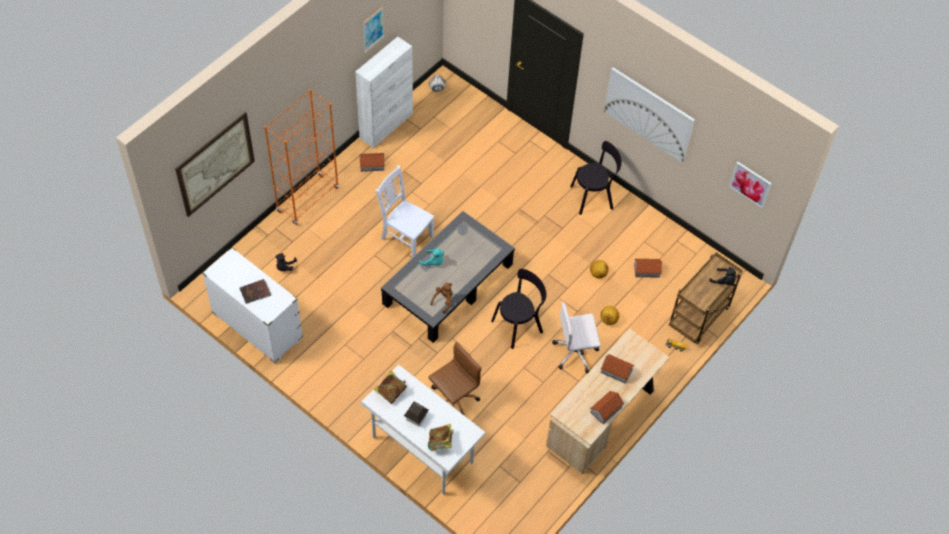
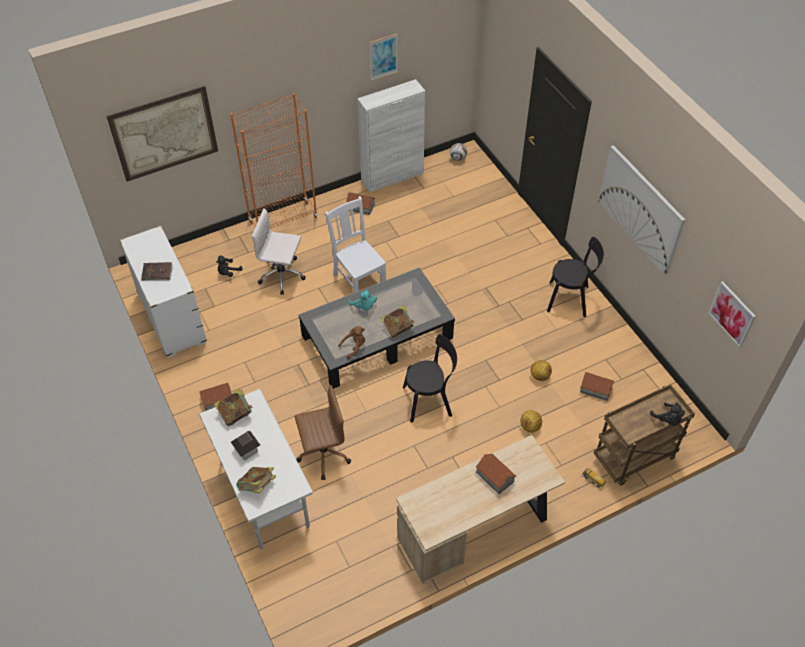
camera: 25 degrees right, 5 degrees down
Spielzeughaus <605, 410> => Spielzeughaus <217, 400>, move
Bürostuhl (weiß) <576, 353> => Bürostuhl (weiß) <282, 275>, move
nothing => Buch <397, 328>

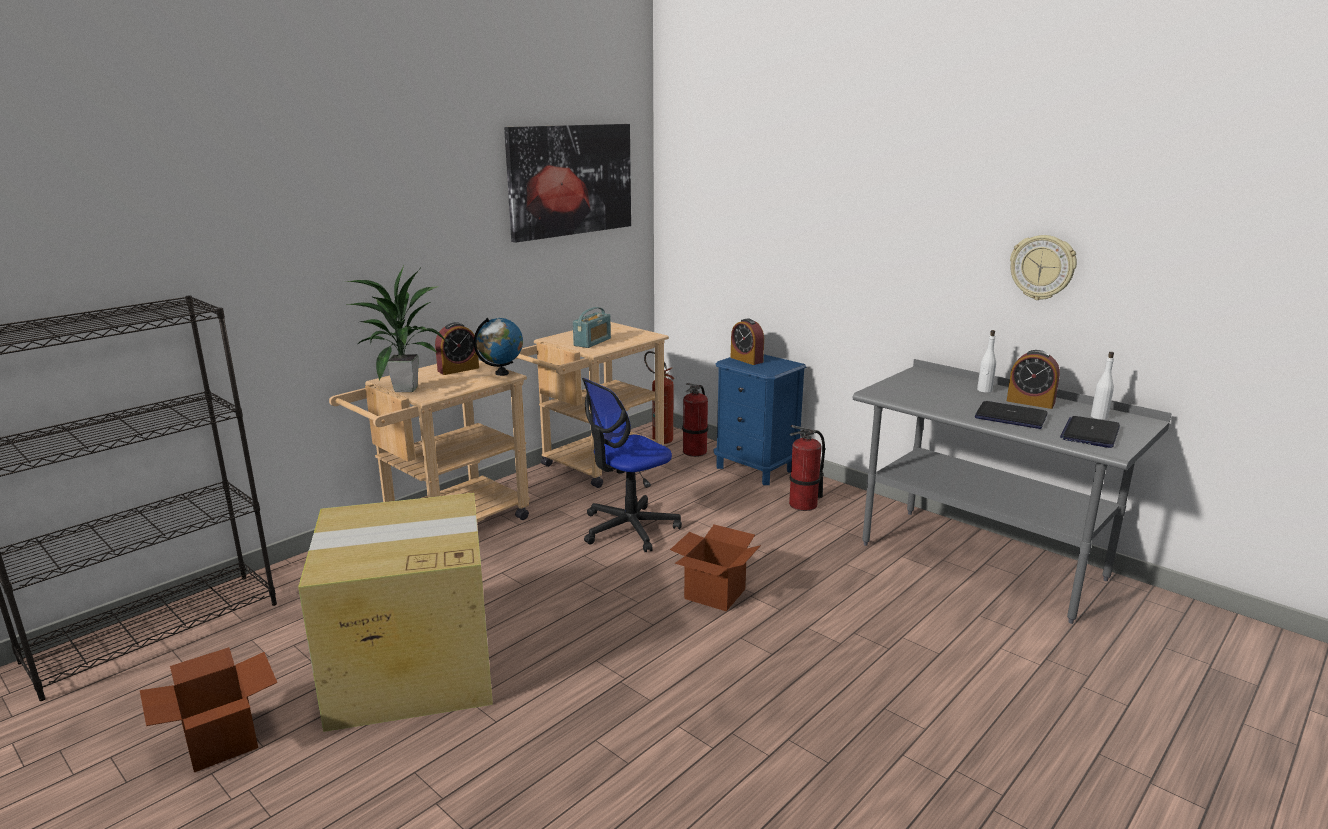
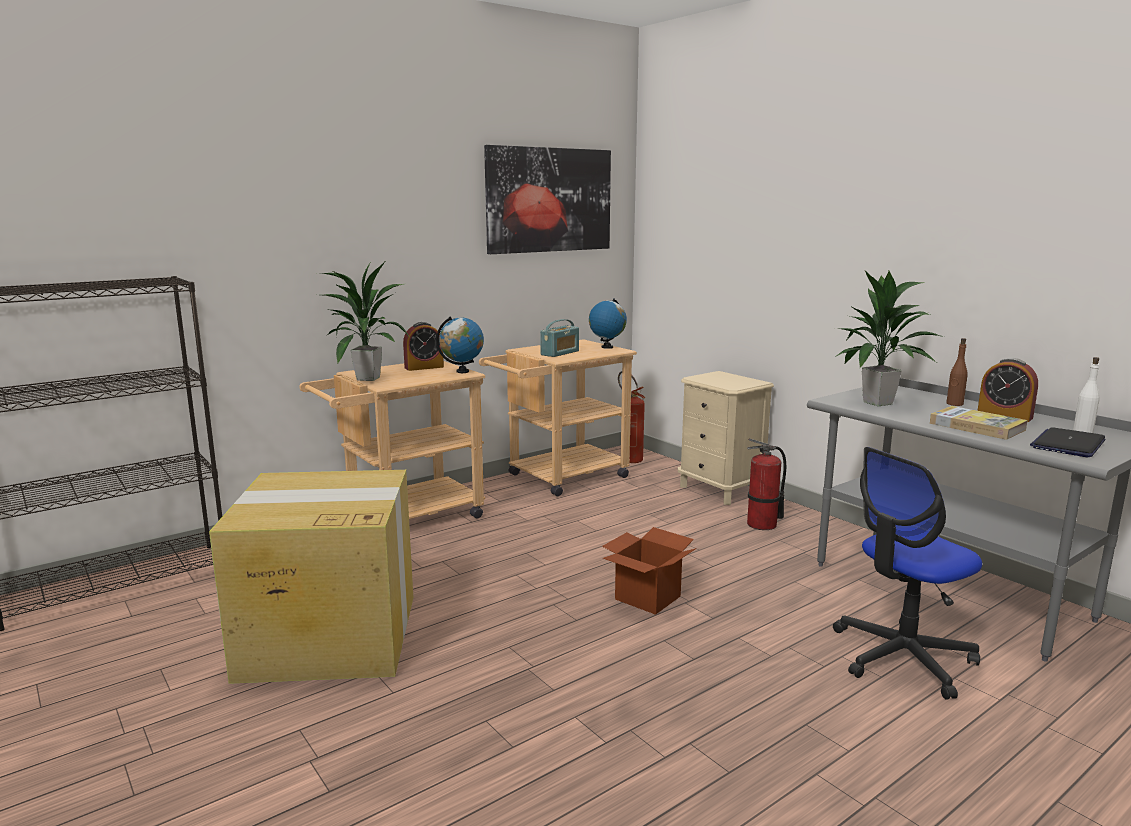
camera: 10 degrees right, 5 degrees down
nothing => Globus <607, 347>
Nachttisch (blau) <755, 469> => Nachttisch (beige) <719, 490>
Bürostuhl <629, 528> => Bürostuhl <902, 657>, move
nothing => Topfpflanze <879, 403>
Laptop <1010, 417> => Buch <977, 426>
Flasche (weiß) <984, 390> => Flasche (braun) <954, 404>
Karton <221, 742> => nothing
Feuerlöscher <695, 452> => nothing
Wecker <746, 360> => nothing
Wanduhr <1042, 267> => nothing

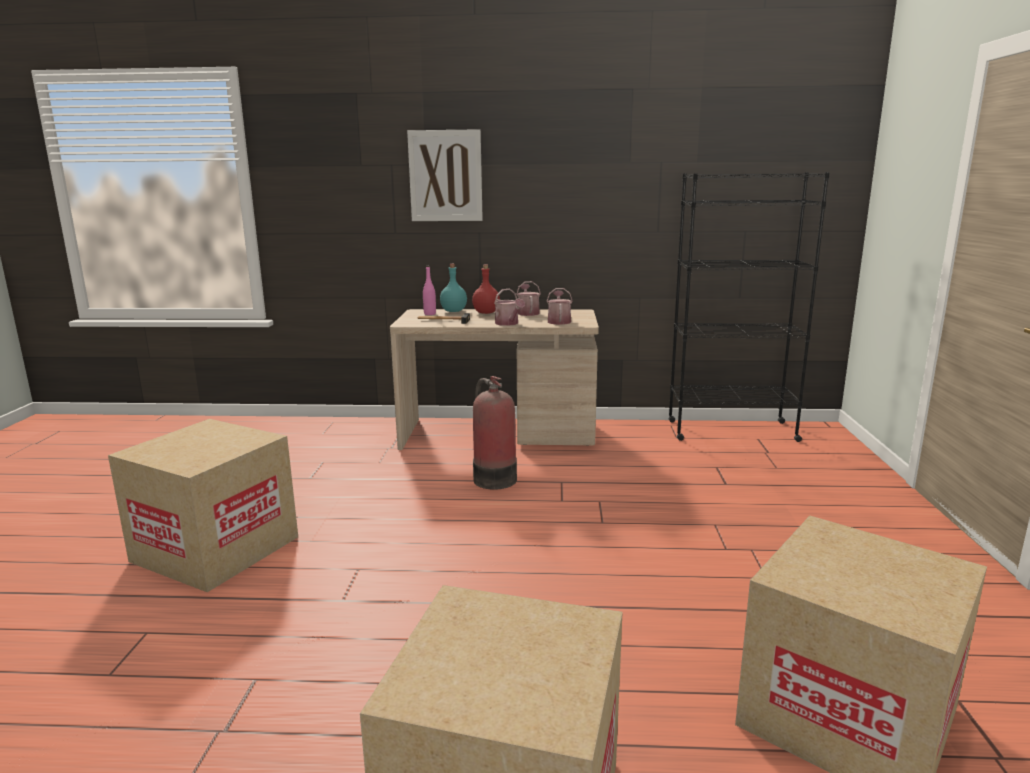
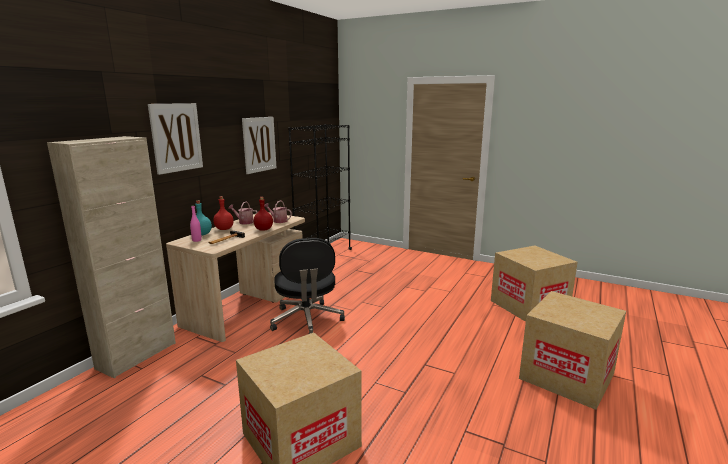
camera: 65 degrees left, 0 degrees up
nothing => Schrank (beige) <137, 355>
nothing => Bild <259, 144>
Gießkanne <508, 323> => Flasche (rot) <264, 229>
Feuerlöscher <493, 478> => Bürostuhl (schwarz) <307, 320>

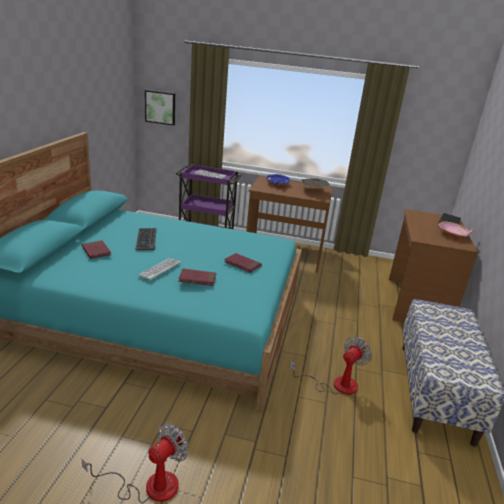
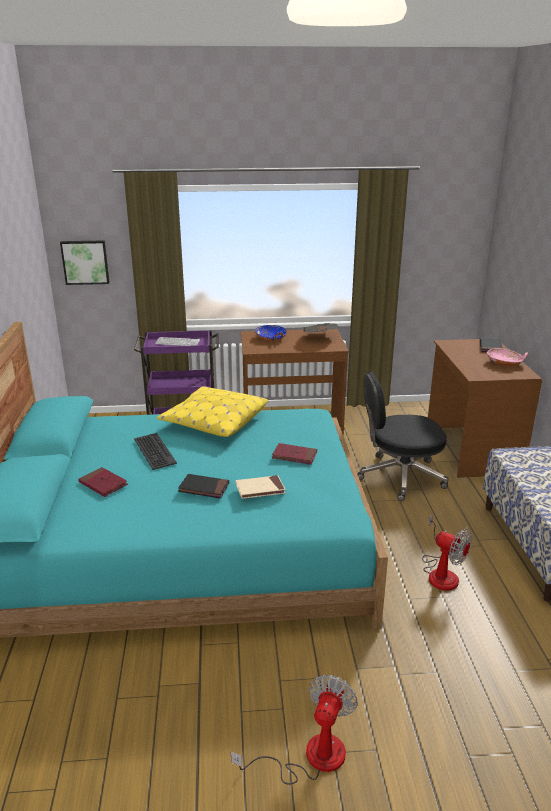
camera: 15 degrees left, 0 degrees up
nothing => Kissen (gelb) <214, 422>
Tastatur <159, 269> => Buch (schwarz) <204, 488>
Buch (rot) <197, 279> => Buch (beige) <260, 489>
nothing => Bürostuhl (schwarz) <399, 476>
Ventilator <336, 384> => Ventilator <441, 572>, 105 degrees clockwise

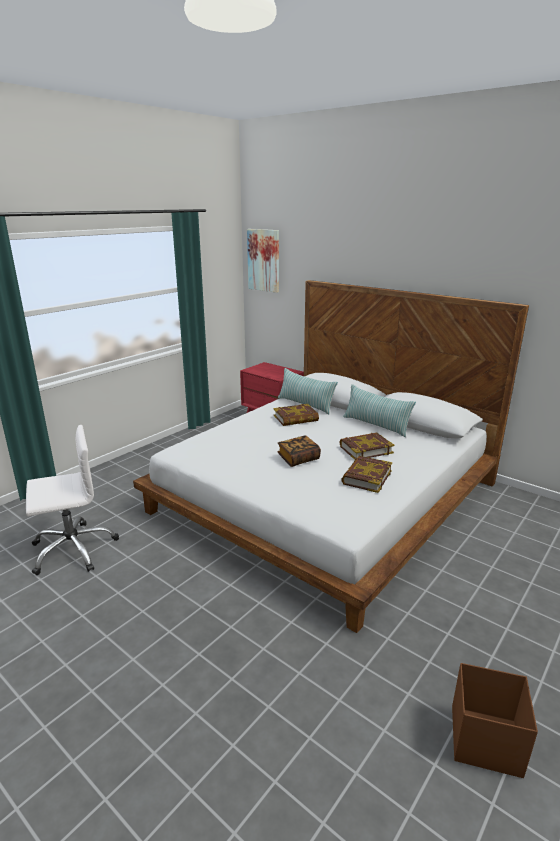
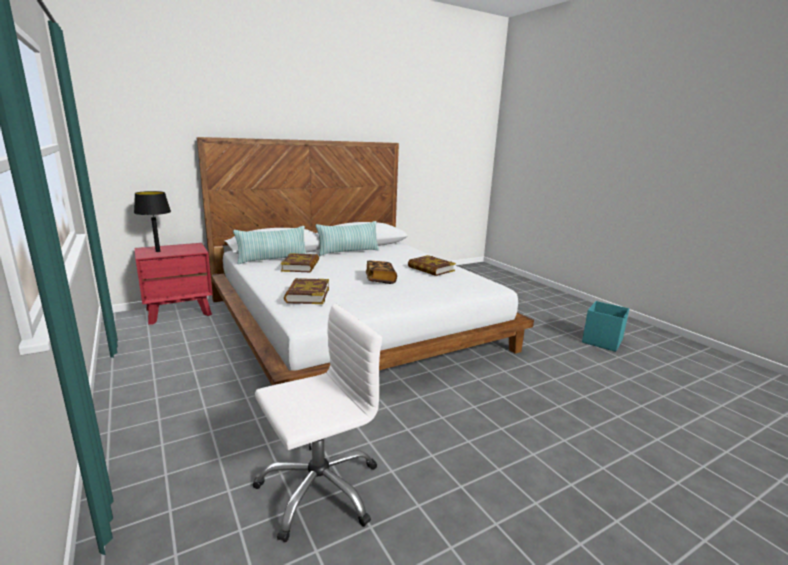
camera: 70 degrees left, 5 degrees down
nothing => Tischlampe (schwarz) <157, 251>
Bürostuhl (weiß) <73, 549> => Bürostuhl (weiß) <319, 489>, 60 degrees clockwise
Buch <365, 449> => Buch <307, 295>, move
Aufbewahrungsbox (braun) <484, 740> => Aufbewahrungsbox (türkis) <601, 341>
Bild <264, 260> => nothing

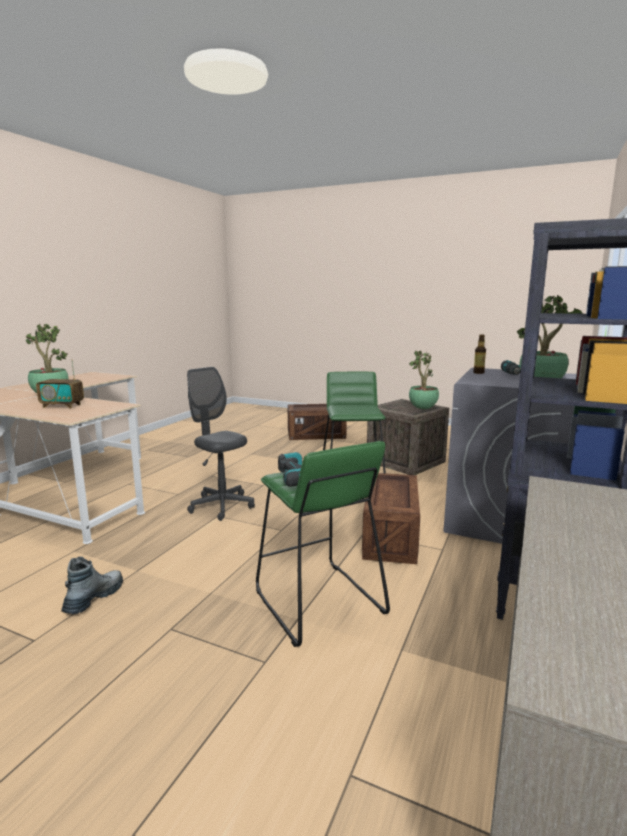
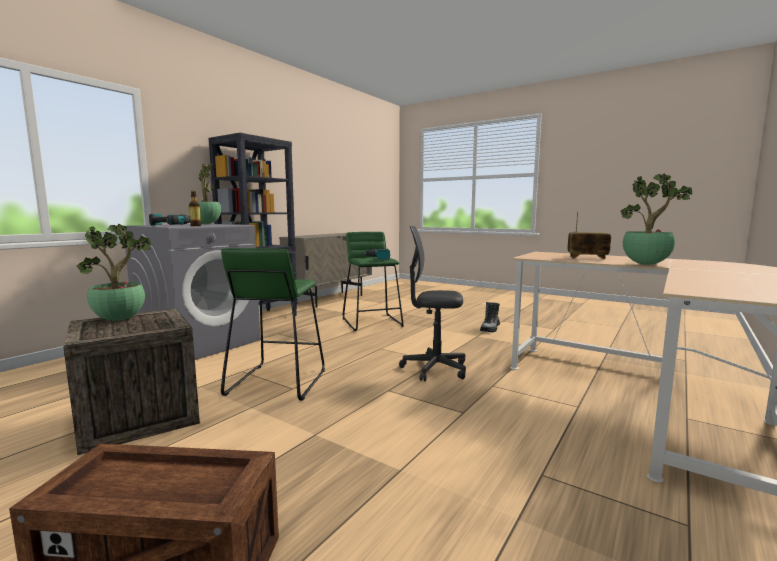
camera: 170 degrees left, 5 degrees down
Bürostuhl (grau) <221, 506> => Bürostuhl (grau) <434, 369>, 135 degrees clockwise
Kiste <390, 538> => nothing

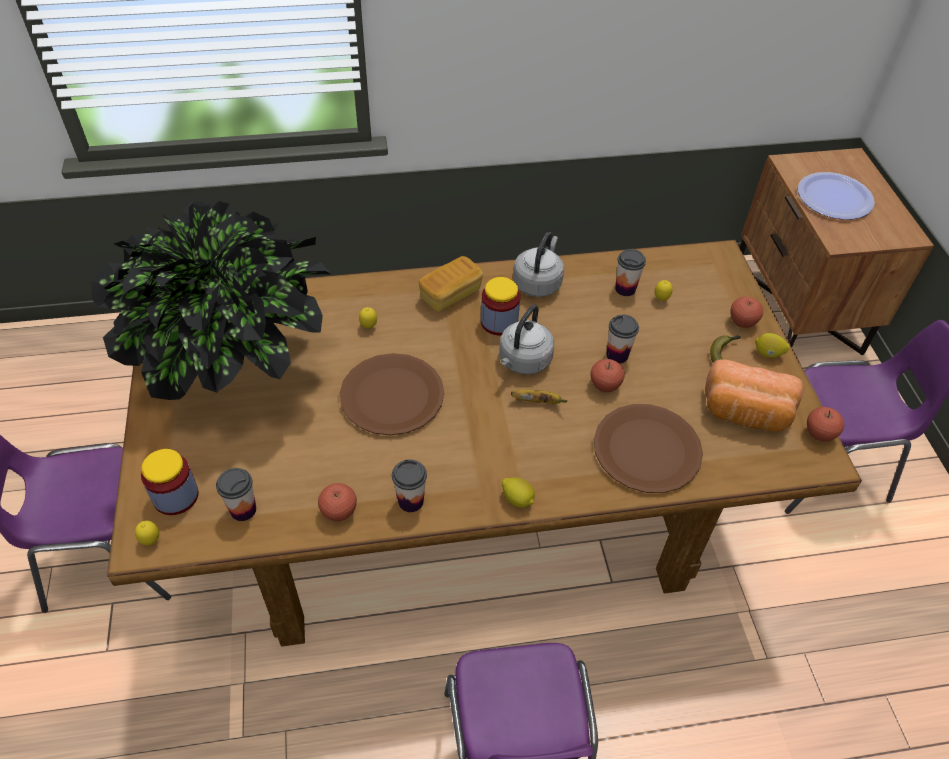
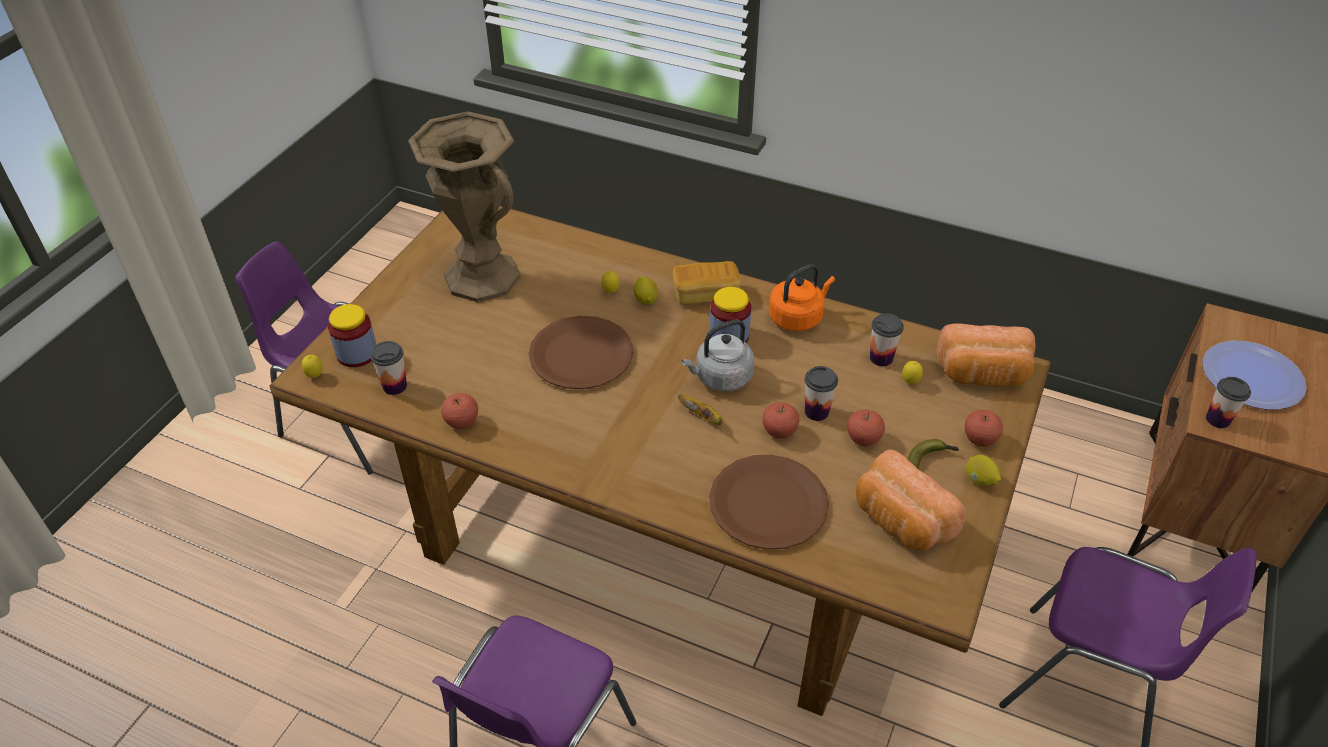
camera: 35 degrees right, 5 degrees down
Topfpflanze <237, 364> => Vase (braun) <482, 277>
Zitrone <518, 499> => Zitrone <646, 299>, move
Wasserkessel (grau) <538, 282> => Wasserkessel (orange) <797, 317>
Apfel <819, 434> => Apfel <863, 439>, move
nothing => Brot <982, 374>
Tasse <410, 501> => Tasse <1217, 419>, move

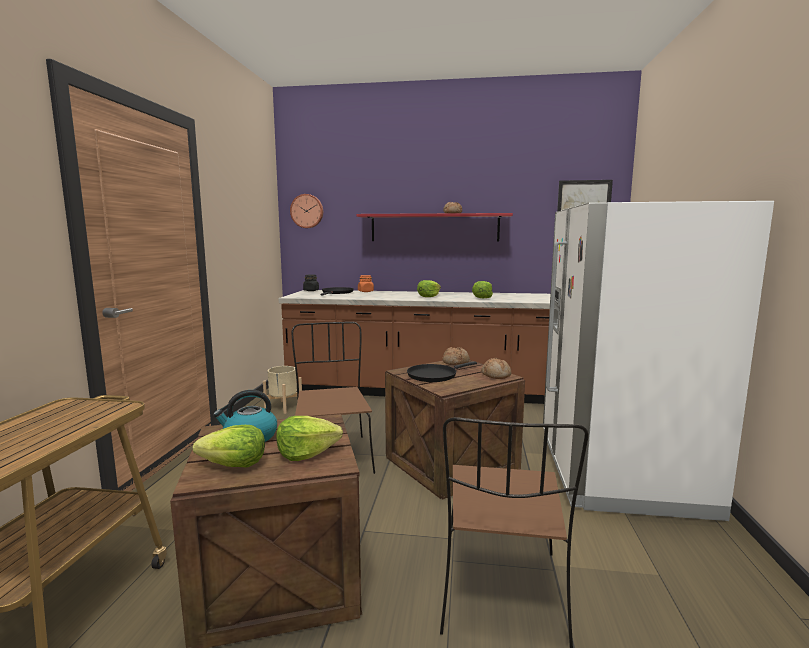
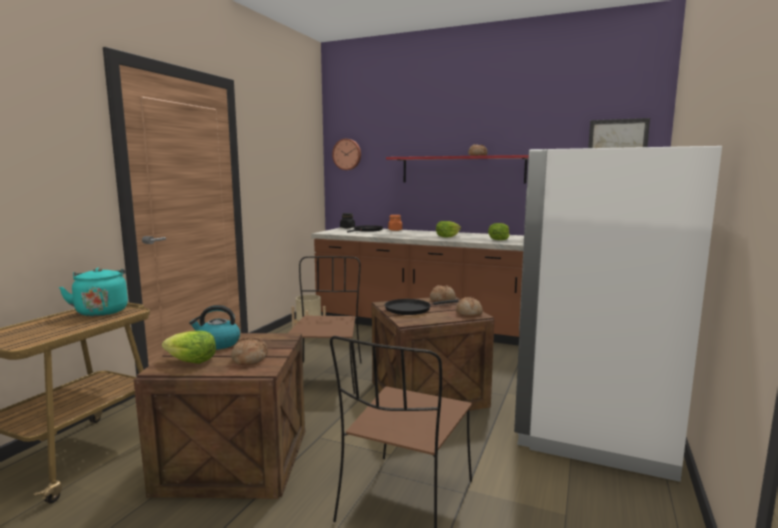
camera: 15 degrees right, 0 degrees up
nothing => Wasserkessel (türkis) <102, 311>
Salatkopf <306, 453> => Brot <249, 359>

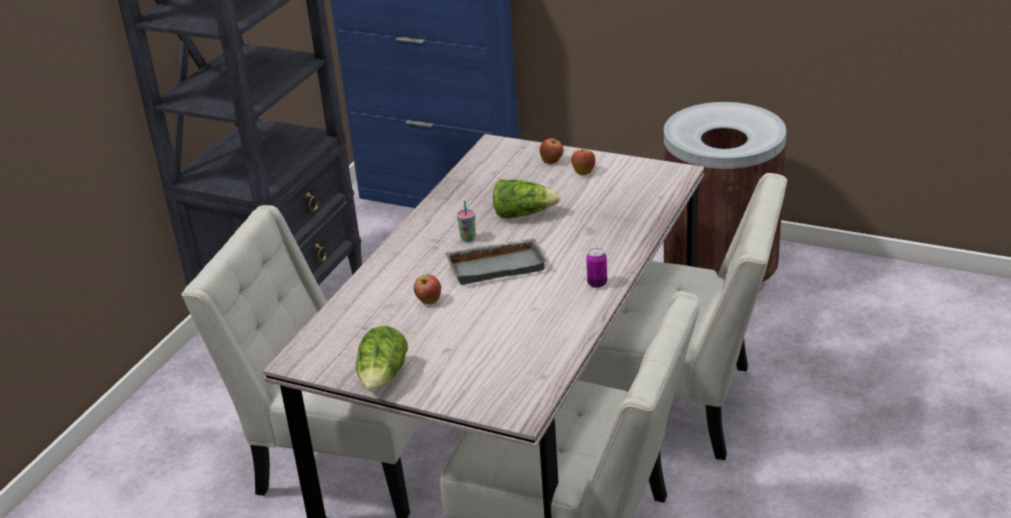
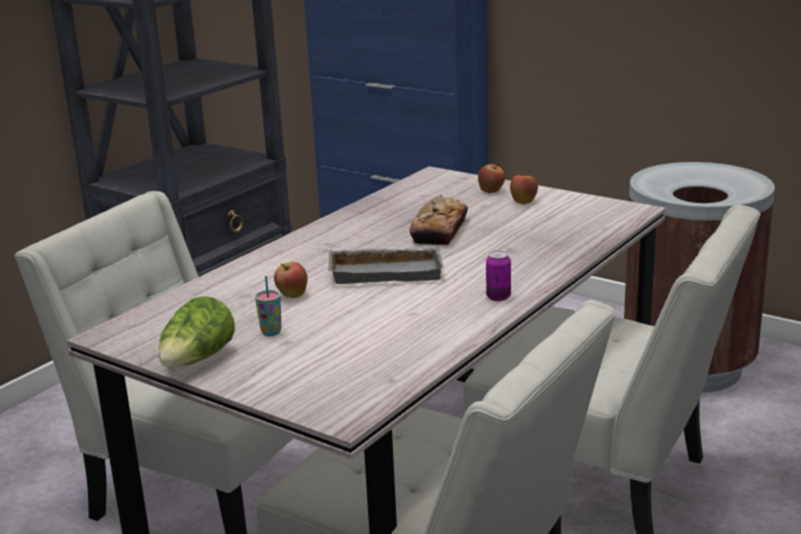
camera: 10 degrees right, 10 degrees down
Tasse <468, 239> => Tasse <271, 332>, move
Salatkopf <523, 214> => Brot <439, 230>

